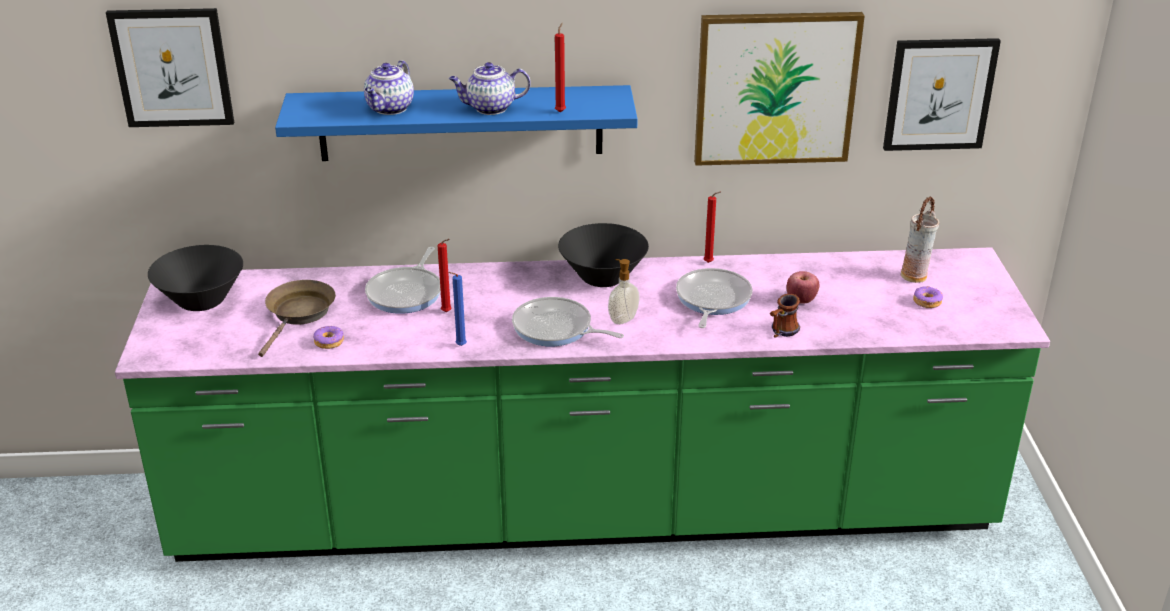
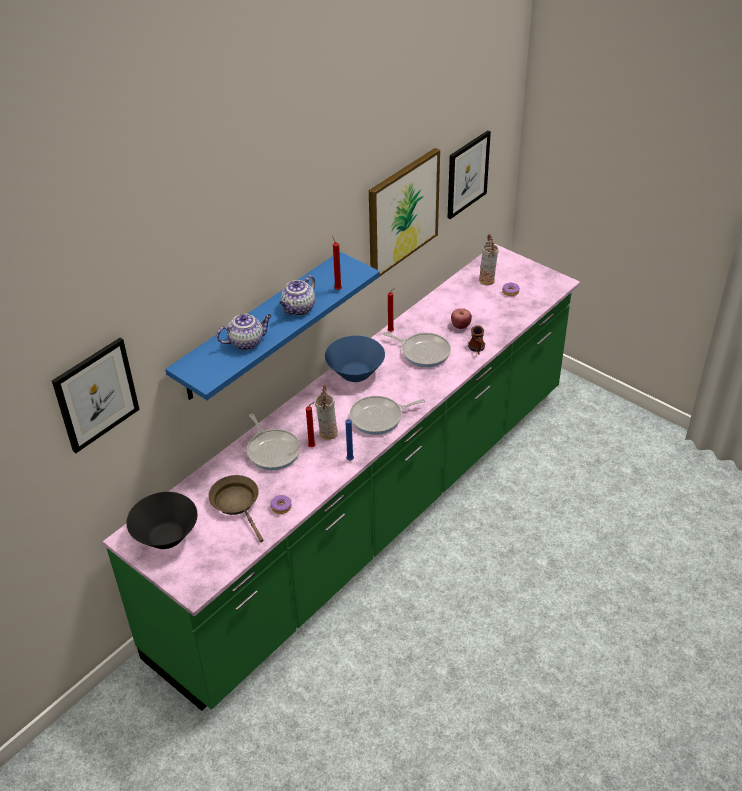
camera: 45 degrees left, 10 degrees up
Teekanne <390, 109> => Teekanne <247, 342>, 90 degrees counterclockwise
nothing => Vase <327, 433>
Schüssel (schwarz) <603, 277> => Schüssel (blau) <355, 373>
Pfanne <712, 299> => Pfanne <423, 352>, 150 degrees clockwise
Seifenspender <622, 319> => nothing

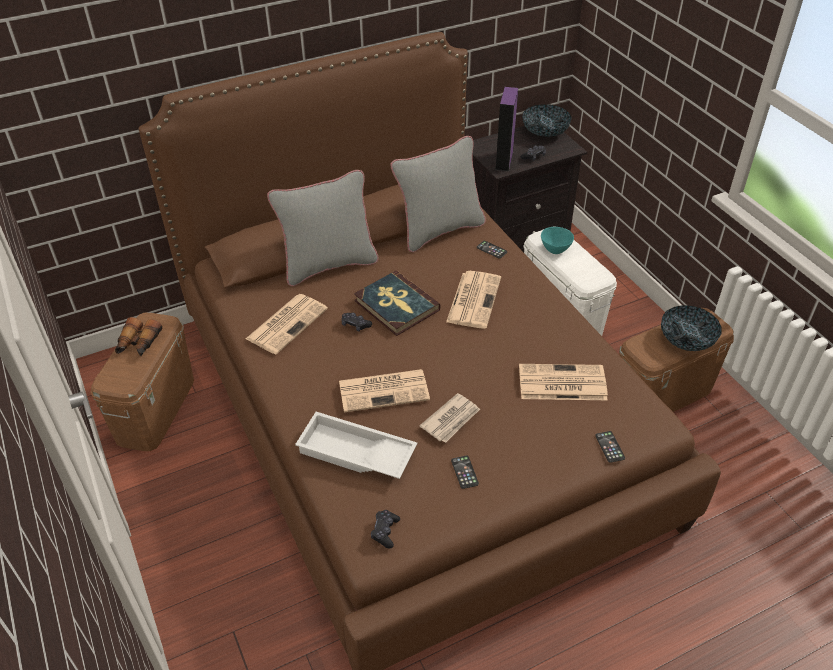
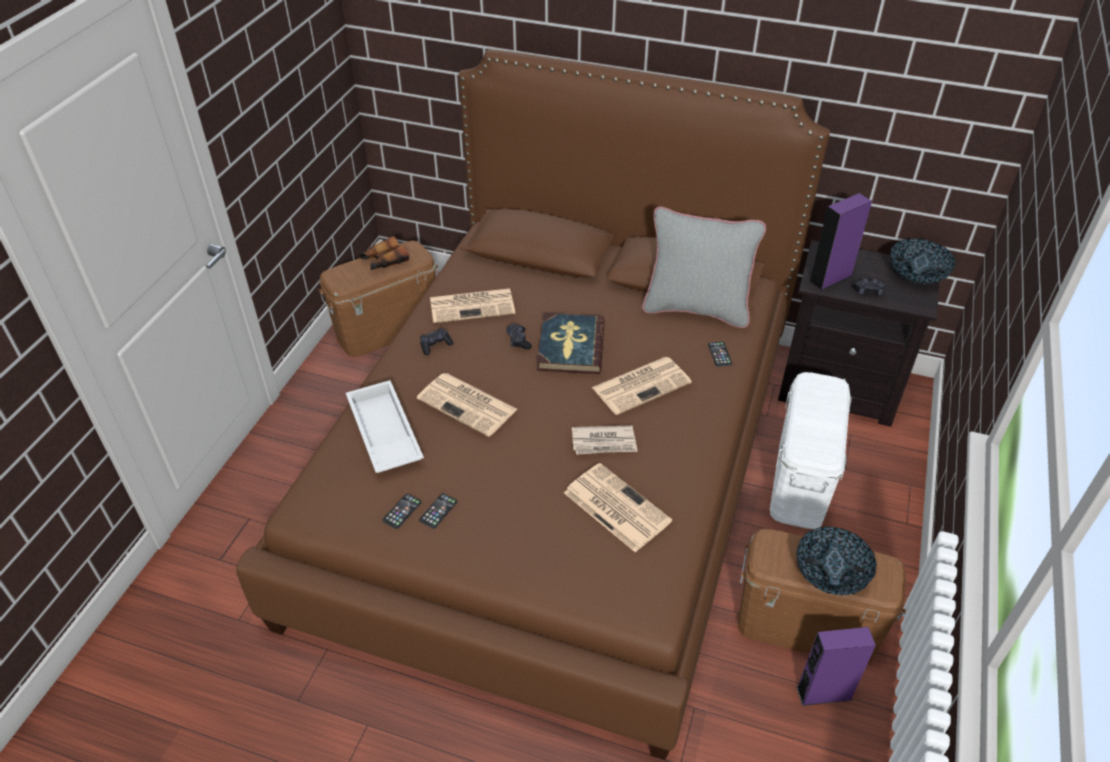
camera: 45 degrees right, 0 degrees up
Handy <609, 447> => Handy <402, 511>, move
Gamepad (schwarz) <385, 531> => Gamepad (schwarz) <435, 345>, move
Zeitung <451, 420> => Zeitung <604, 442>, move
nothing => Lautsprecher (lila) <823, 693>
Kissen (grau) <328, 265> => nothing
Schüssel (türkis) <555, 250> => nothing

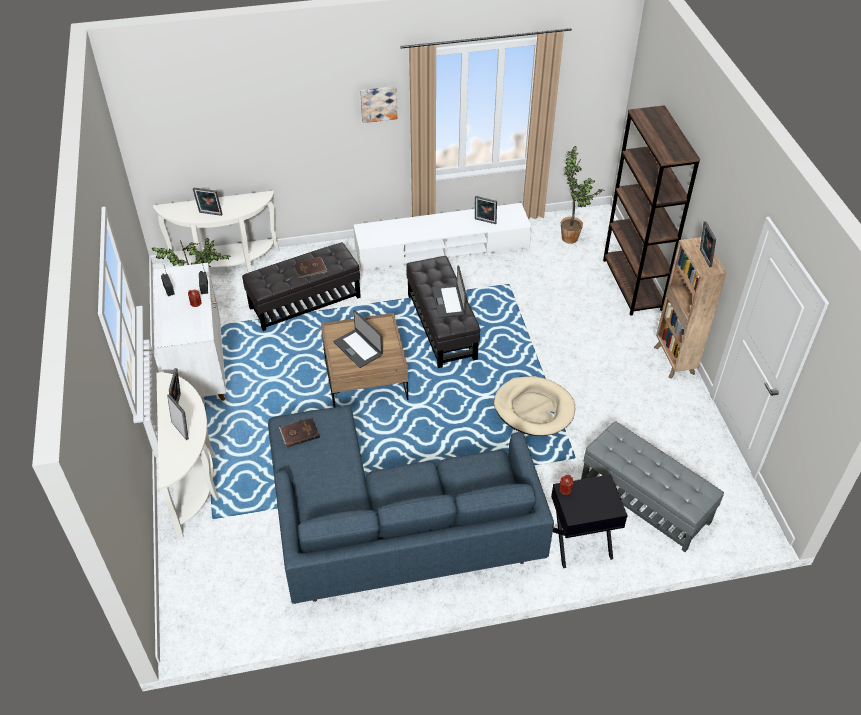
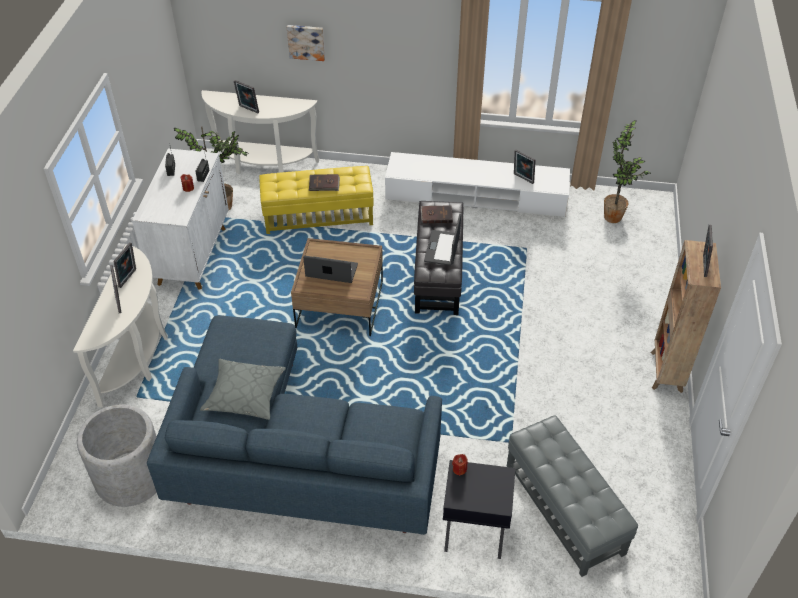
camera: 20 degrees right, 0 degrees up
nothing => Pflanzkübel (grau) <130, 477>
nothing => Kissen (grau) <244, 394>
Polsterhocker (schwarz) <304, 302> => Polsterhocker (gelb) <318, 216>
Bild <378, 103> => Bild <306, 42>, move
Laptop <358, 348> => Laptop <331, 271>, 120 degrees clockwise
Buch (braun) <299, 433> => Buch (braun) <436, 215>, move
Hundebett (beige) <534, 408> => nothing
Bücherregal (braun) <632, 285> => nothing

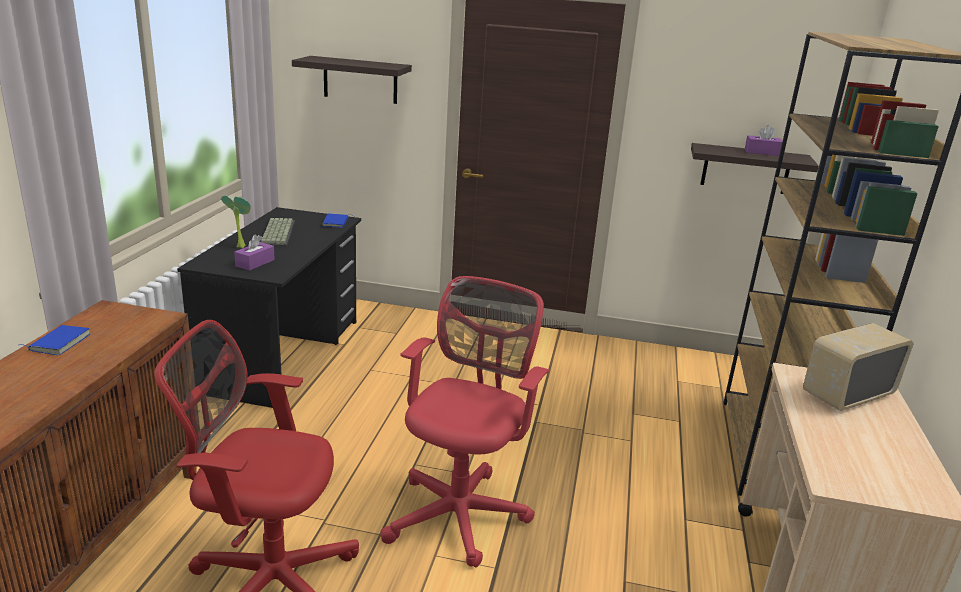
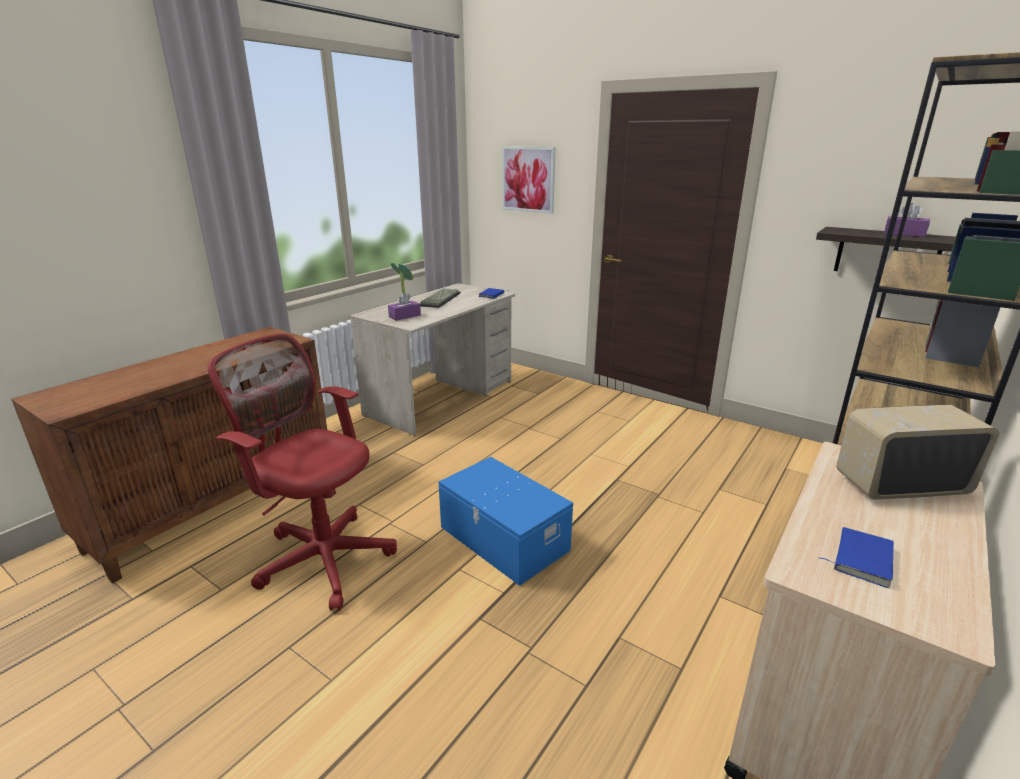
camera: 25 degrees right, 0 degrees up
Schreibtisch (schwarz) <283, 355> => Schreibtisch (beige) <441, 398>
Bürostuhl (rot) <461, 512> => Aufbewahrungsbox (blau) <503, 539>
Wandregal <360, 80> => Bild <528, 179>
Buch (blau) <59, 342> => Buch (blau) <860, 558>, move

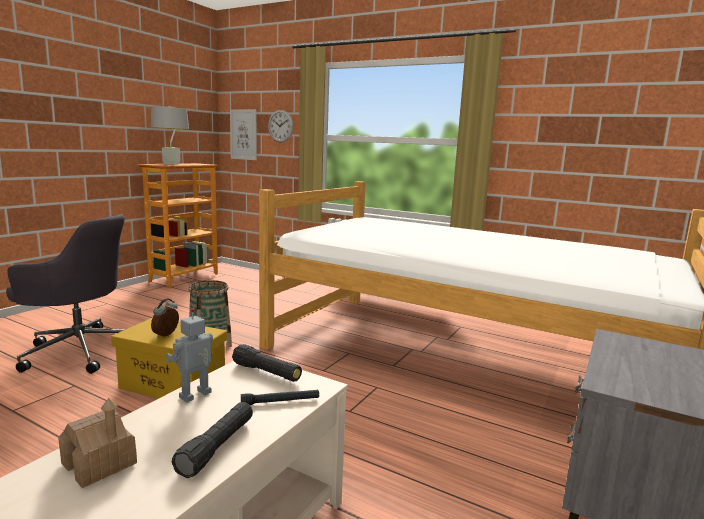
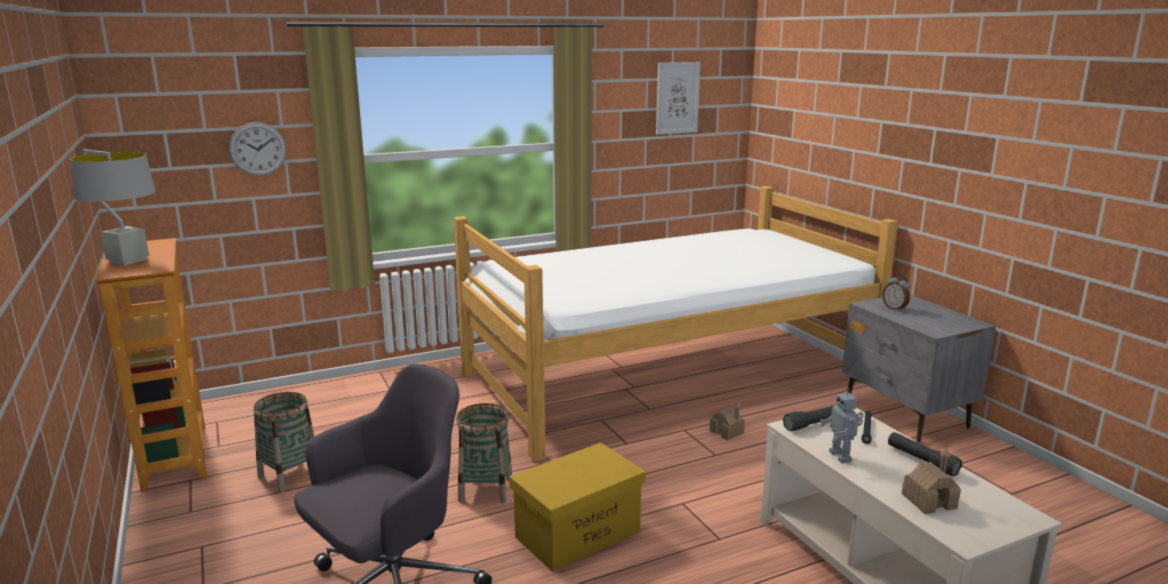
camera: 55 degrees left, 5 degrees up
nothing => Korb <290, 475>
Bild <243, 135> => Bild <677, 98>, move
nothing => Spielzeughaus <726, 432>
Wecker <166, 335> => Wecker <895, 308>, move

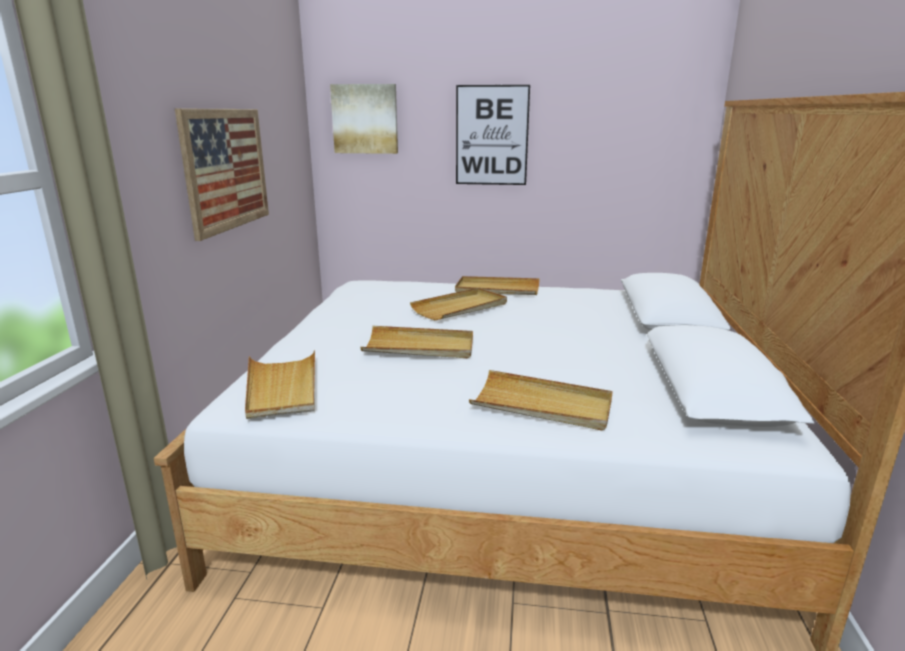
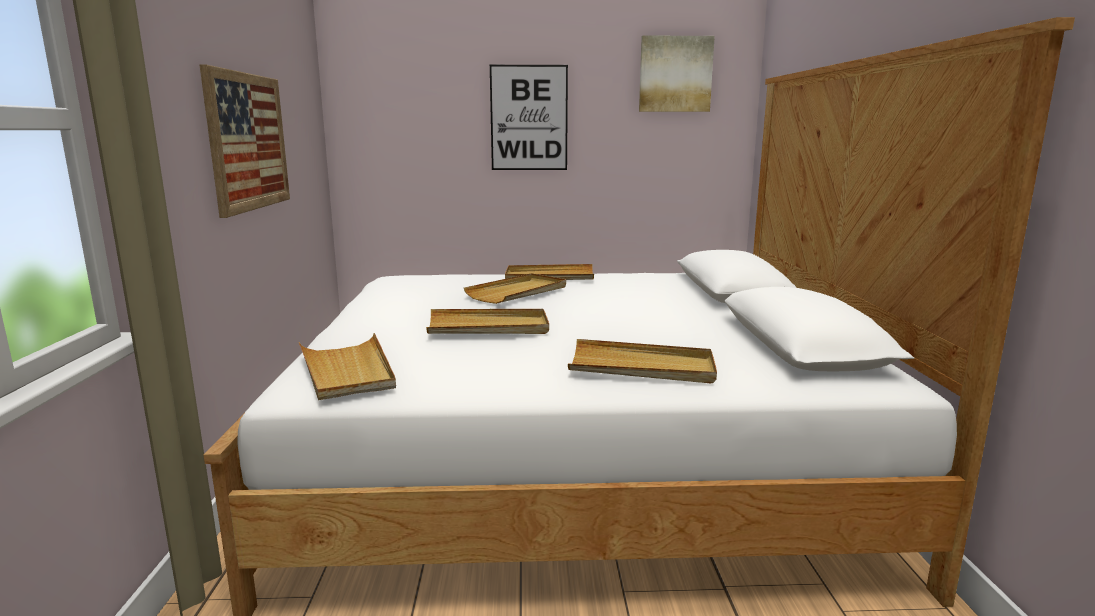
camera: 10 degrees left, 5 degrees down
Bild <365, 119> => Bild <675, 74>, move

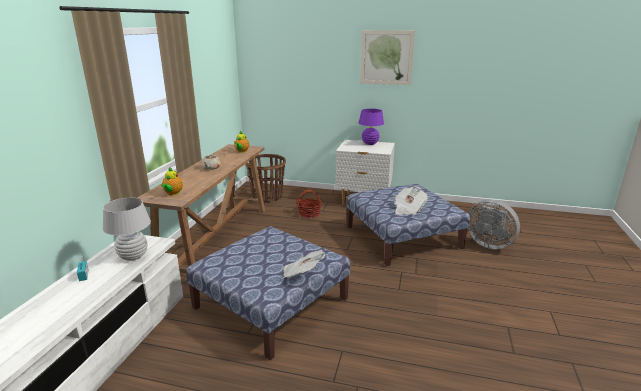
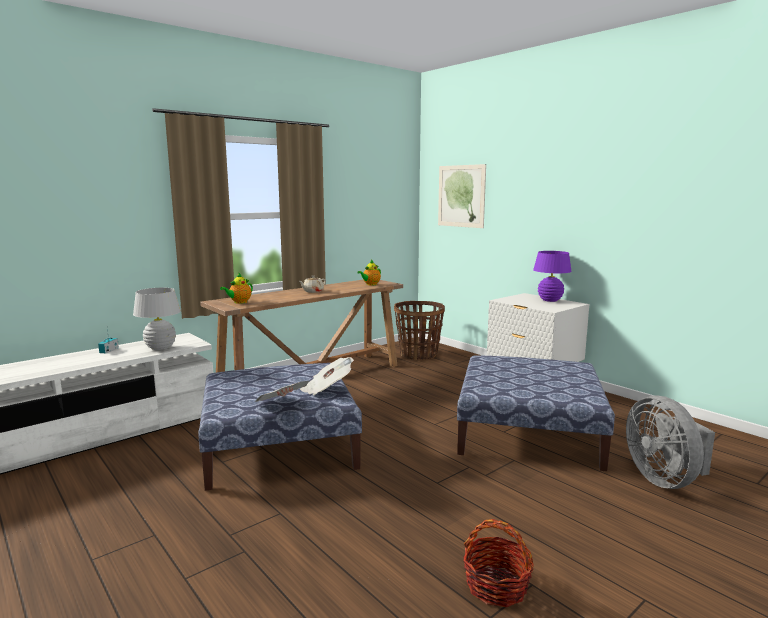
camera: 35 degrees right, 10 degrees down
Zeitung <408, 209> => Zeitung <327, 389>, move
Bild <386, 57> => Bild <461, 196>, move
Korb <309, 213> => Korb <496, 586>, move

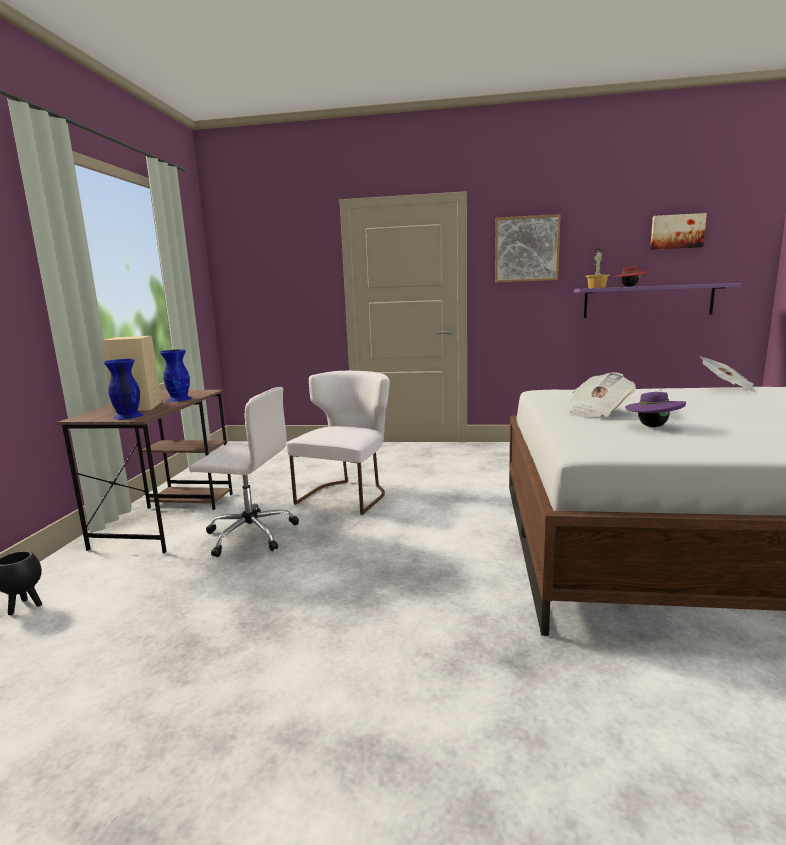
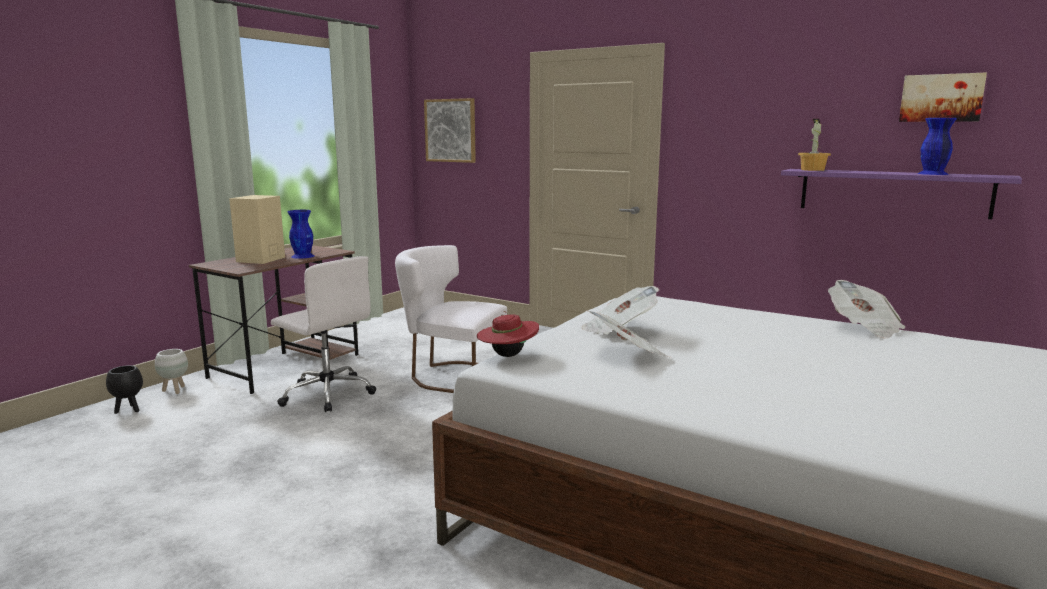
camera: 25 degrees right, 0 degrees up
nothing => Pflanzkübel (weiß) <174, 390>
Stuhl (weiß) <347, 494> => Stuhl (weiß) <451, 376>, 120 degrees counterclockwise
Bild <526, 249> => Bild <450, 130>, move
Hut (rot) <629, 286> => Hut (rot) <507, 355>, move
Hut (lila) <652, 426> => Zeitung <628, 355>
Vase (blau) <127, 416> => Vase (blau) <932, 174>, move

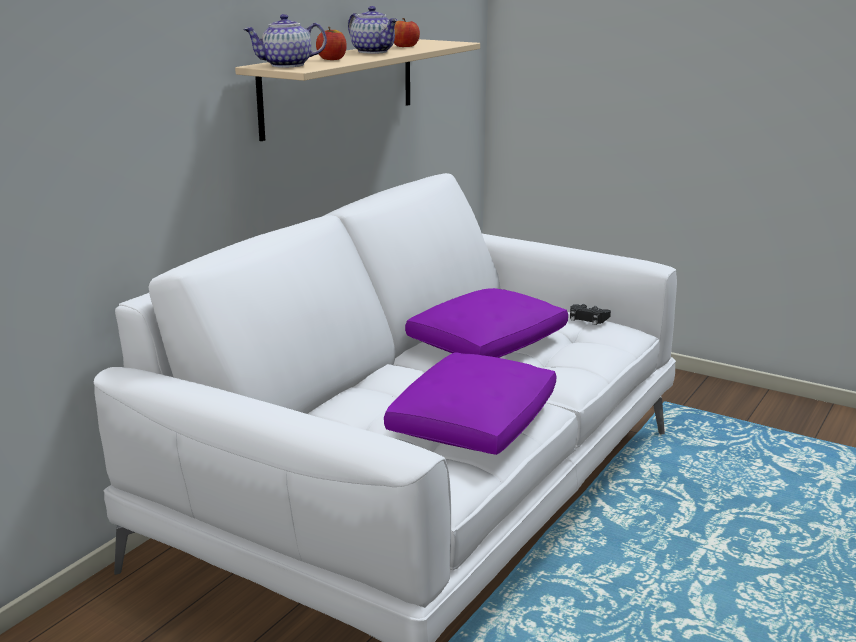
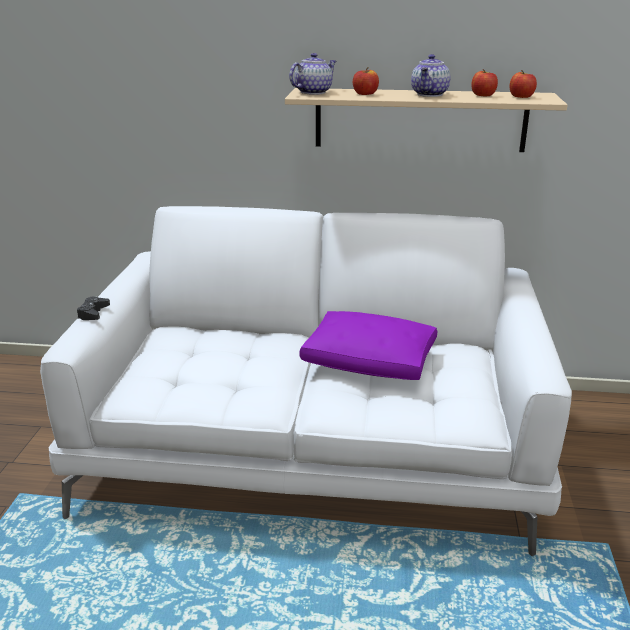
camera: 65 degrees right, 5 degrees up
Gamepad (schwarz) <587, 318> => Gamepad (schwarz) <93, 313>, move
Teekanne <286, 65> => Teekanne <313, 92>, 90 degrees clockwise
nothing => Apfel <521, 97>
Kissen (lila) <474, 423> => nothing

